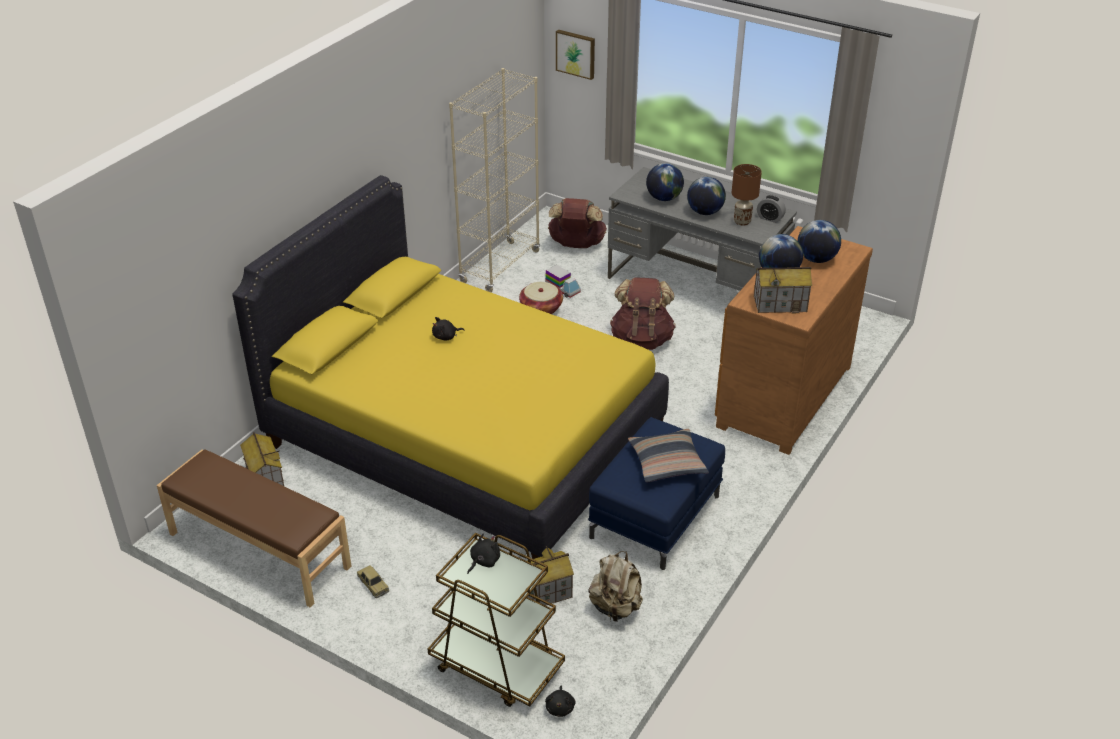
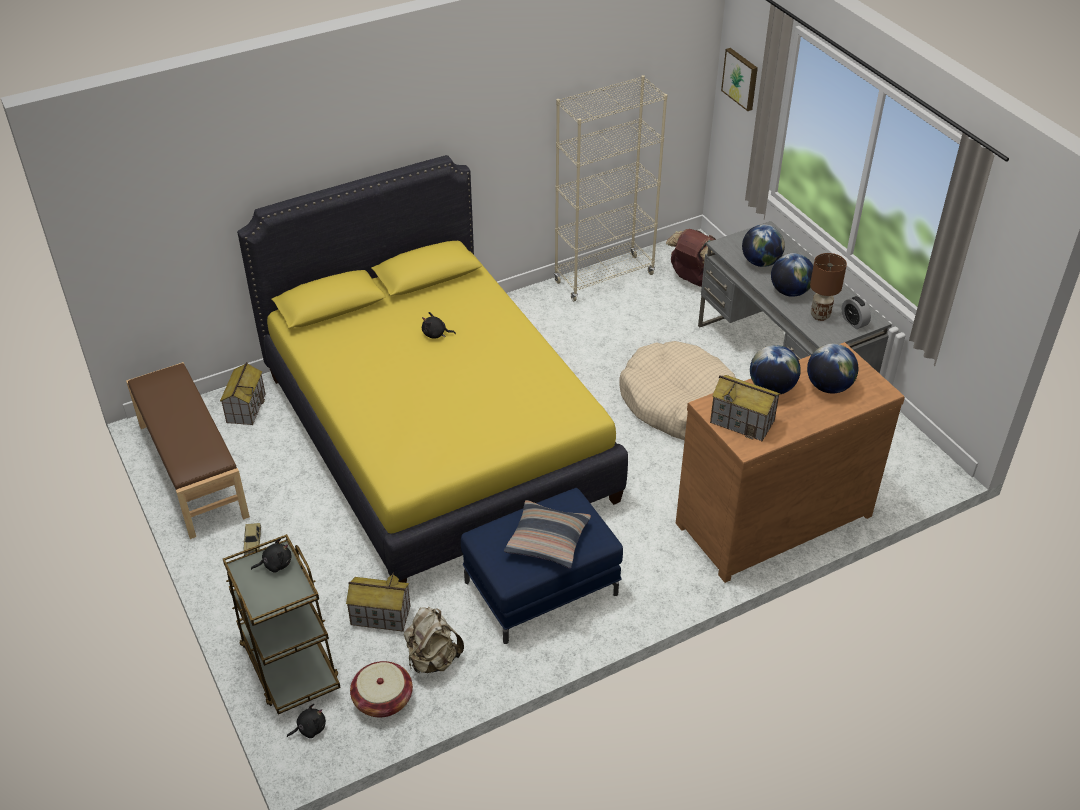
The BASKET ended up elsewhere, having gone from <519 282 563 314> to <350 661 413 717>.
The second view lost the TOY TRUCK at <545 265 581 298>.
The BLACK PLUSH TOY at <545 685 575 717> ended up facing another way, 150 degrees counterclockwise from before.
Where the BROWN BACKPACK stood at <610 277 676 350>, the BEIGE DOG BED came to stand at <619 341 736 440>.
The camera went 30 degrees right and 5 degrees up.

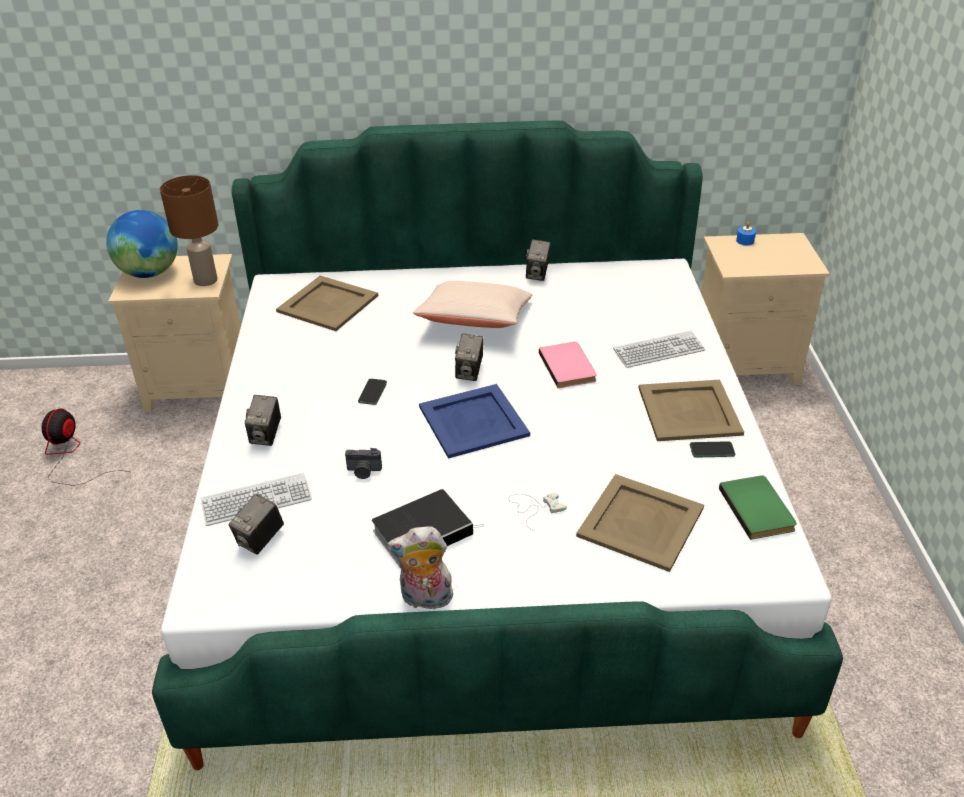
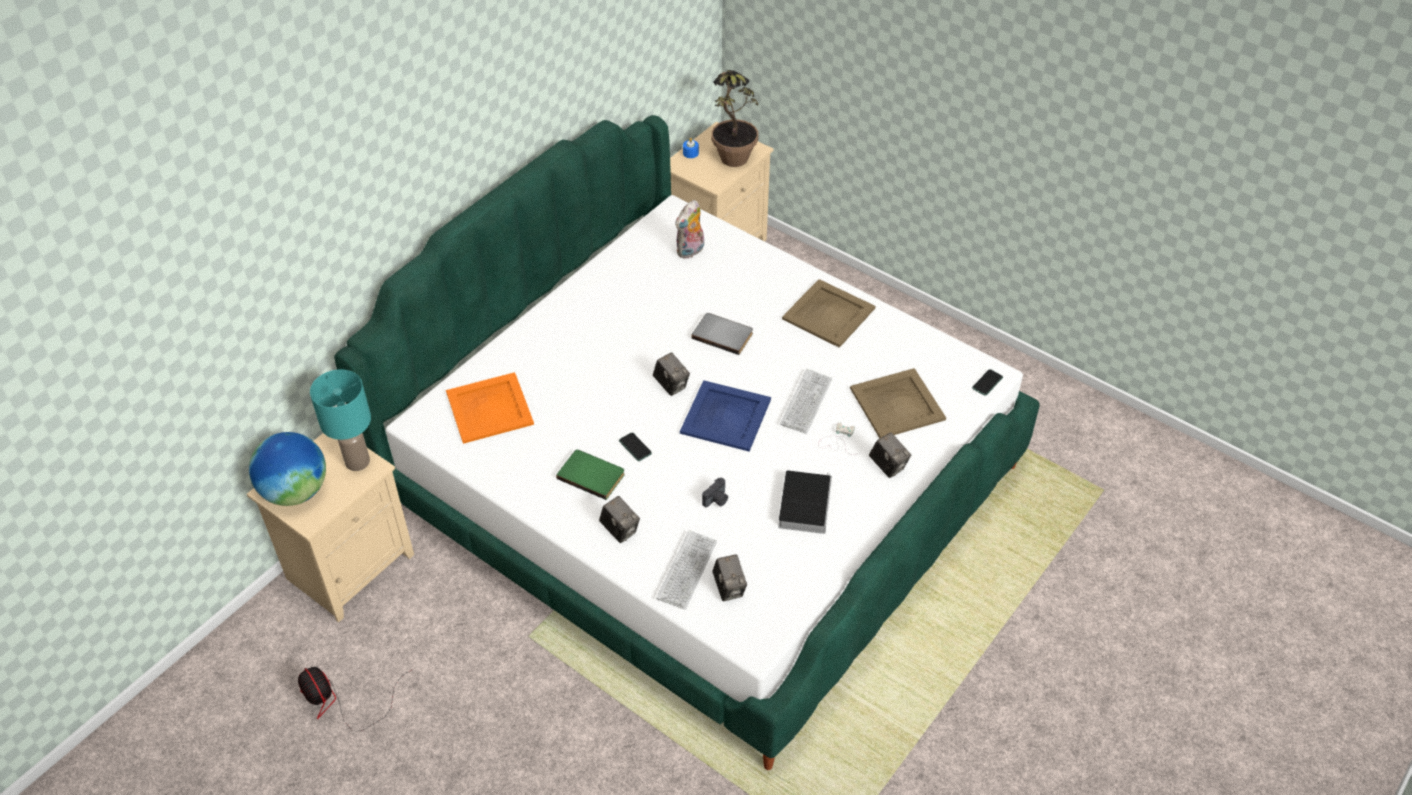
What was the BROWN TABLE LAMP at <160 175 218 286> turned into the TURQUOISE TABLE LAMP at <310 369 371 471>.
What was the BEIGE TRAY at <276 276 378 331> turned into the ORANGE TRAY at <446 372 534 444>.
The PLUSH TOY ended up elsewhere, having gone from <387 526 453 609> to <675 200 707 259>.
The second view lost the BEIGE PILLOW at <413 281 532 328>.
The PHOTO CAMERA ended up elsewhere, having gone from <526 239 551 281> to <869 432 911 478>.
What was the PINK BOOK at <539 342 597 388> turned into the GREY BOOK at <691 313 753 355>.
The KEYBOARD ended up elsewhere, having gone from <613 331 705 368> to <780 369 832 434>.
The PHONE ended up elsewhere, having gone from <690 441 735 457> to <972 369 1003 396>.
The GREEN BOOK ended up elsewhere, having gone from <719 475 797 540> to <556 450 625 500>.
The second view gained the POTTED PLANT at <712 70 758 167>.
The camera went 50 degrees left and 10 degrees up.

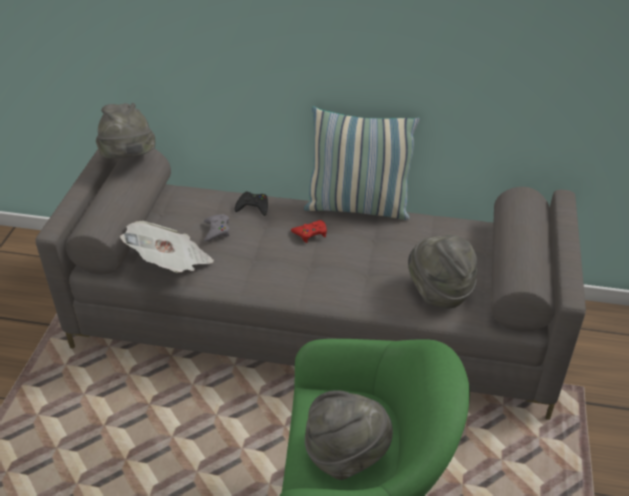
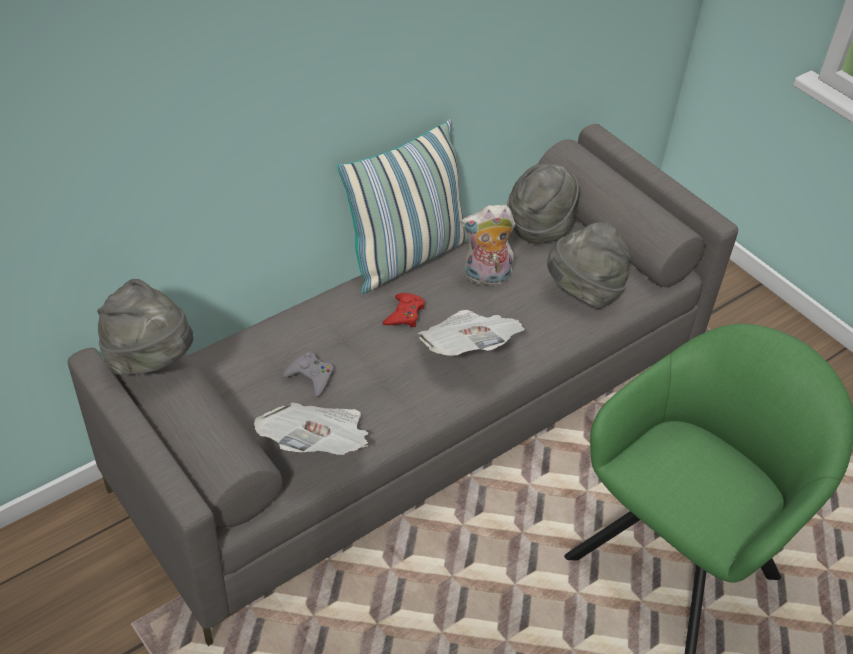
The second view lost the BLACK GAME CONTROLLER at <234 192 268 216>.
The GREY HAT ended up elsewhere, having gone from <305 390 393 480> to <507 164 579 244>.
The second view gained the NEWSPAPER at <418 310 524 356>.
The second view gained the PLUSH TOY at <460 204 516 289>.
The camera went 50 degrees left and 5 degrees up.

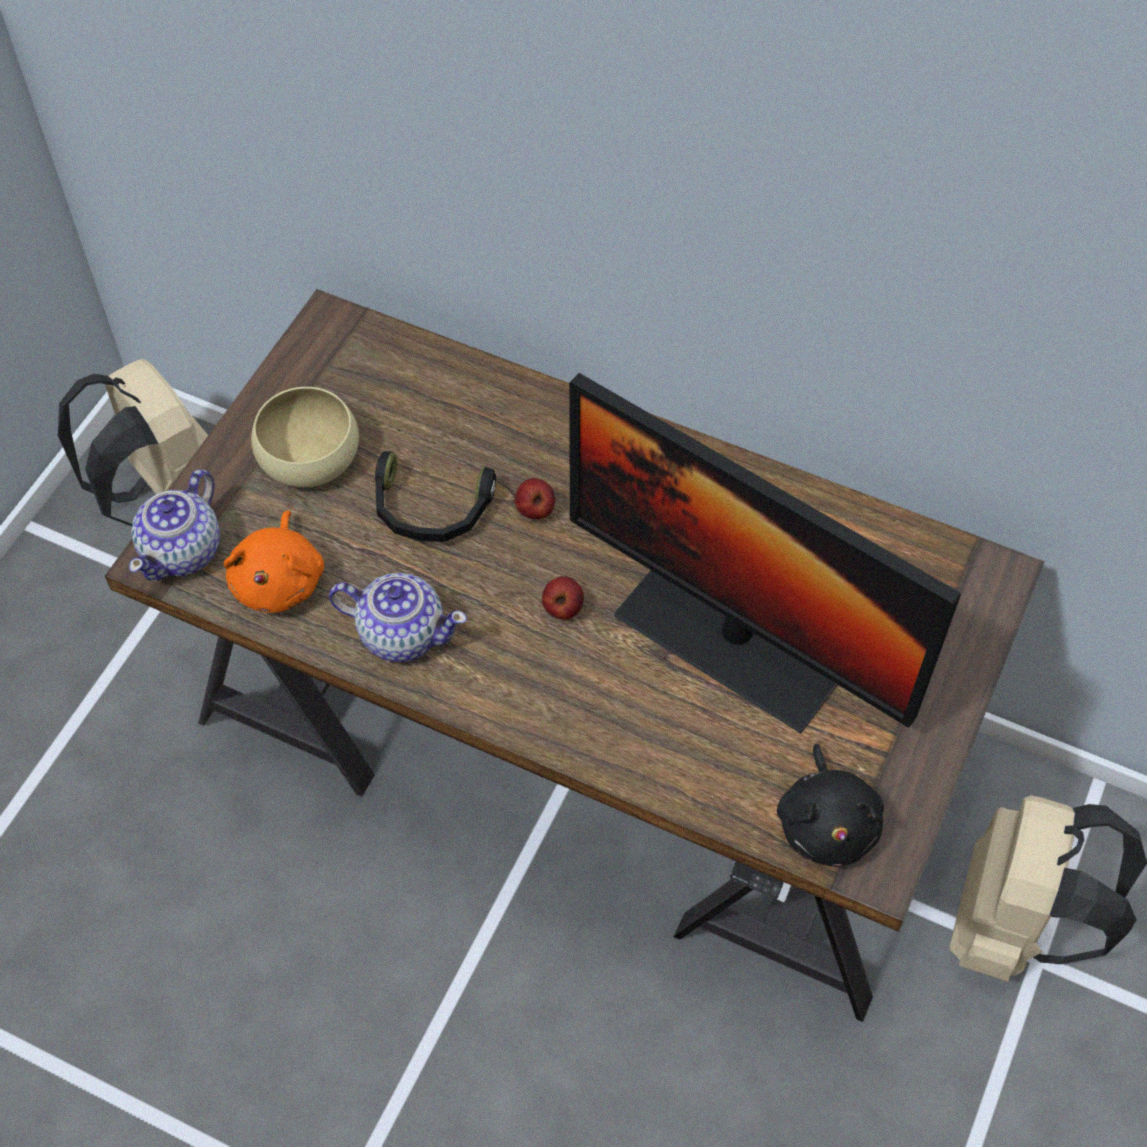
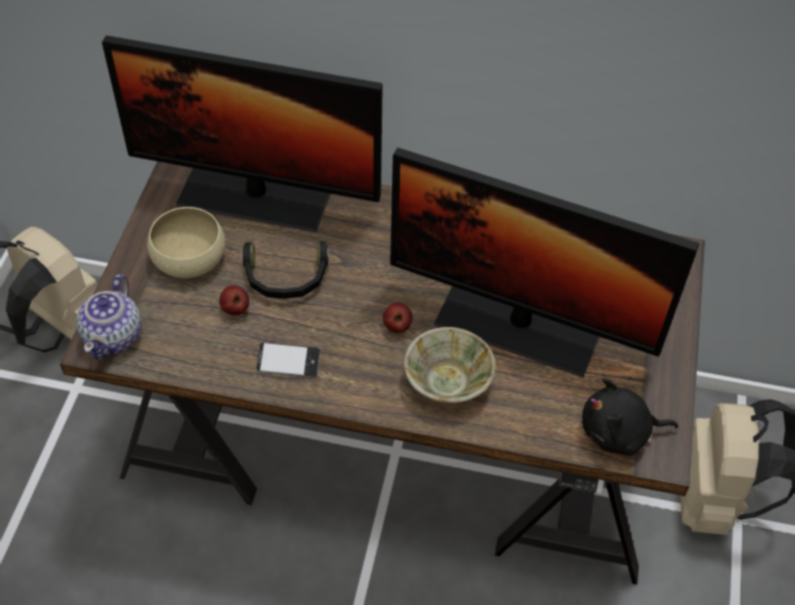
The second view lost the ORANGE PLUSH TOY at <224 510 324 613>.
Where the TEAPOT stood at <329 573 467 662>, the PHONE came to stand at <256 342 320 378>.
The APPLE ended up elsewhere, having gone from <515 478 555 519> to <219 286 249 315>.
The BLACK PLUSH TOY at <777 744 884 867> ended up facing another way, 105 degrees clockwise from before.
The second view gained the MONITOR at <102 36 383 232>.
The second view gained the BEIGE BOWL at <404 327 496 403>.
The camera went 15 degrees left and 5 degrees down.

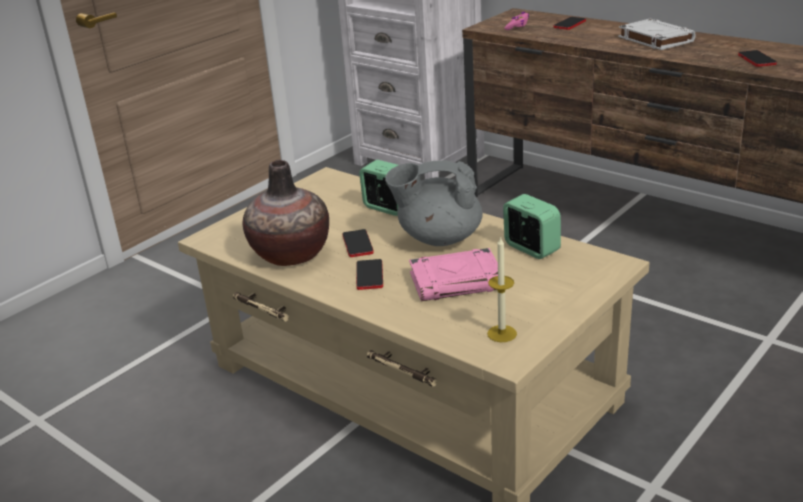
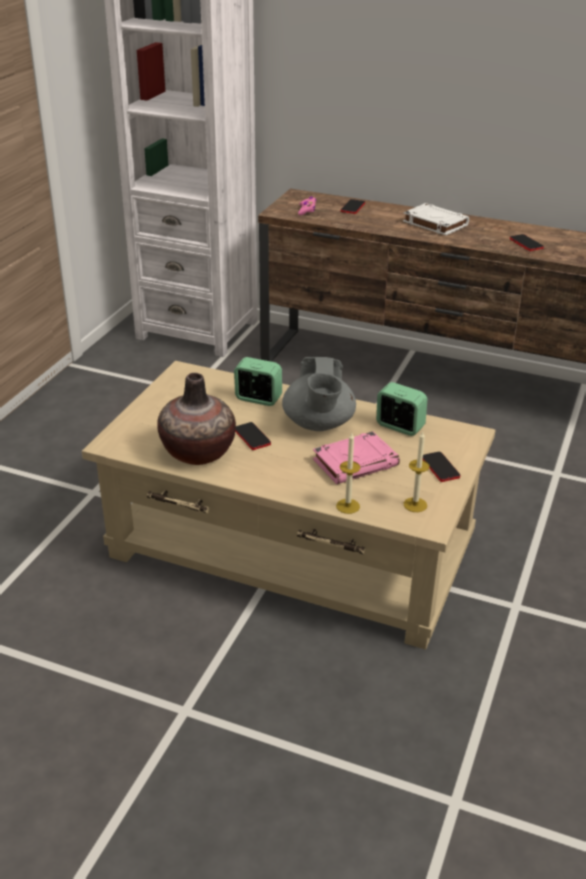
The PHONE ended up elsewhere, having gone from <356 259 383 290> to <422 452 460 482>.
The GREY TEAPOT at <385 160 483 246> ended up facing another way, 75 degrees counterclockwise from before.
The second view gained the CANDLE at <336 433 360 514>.
The camera went 20 degrees left and 5 degrees up.

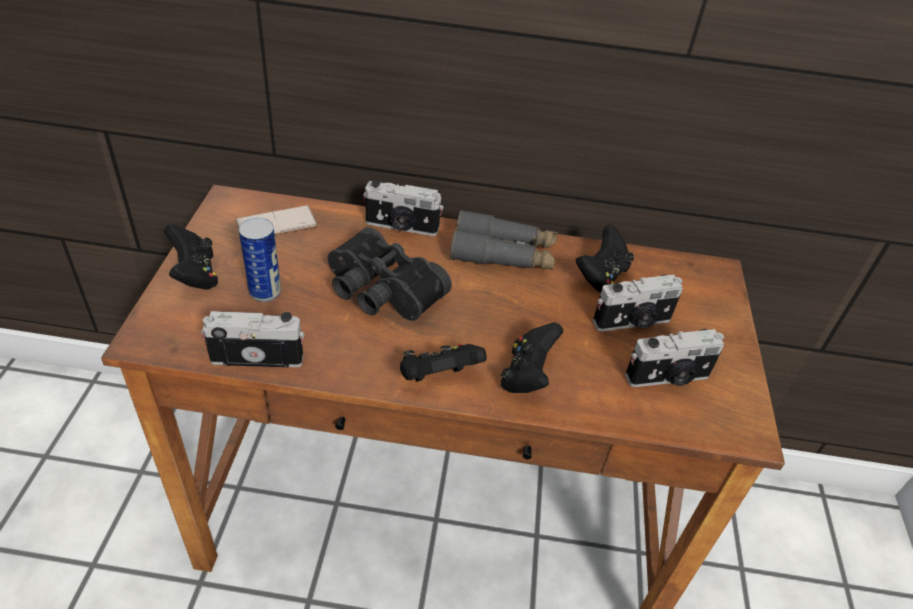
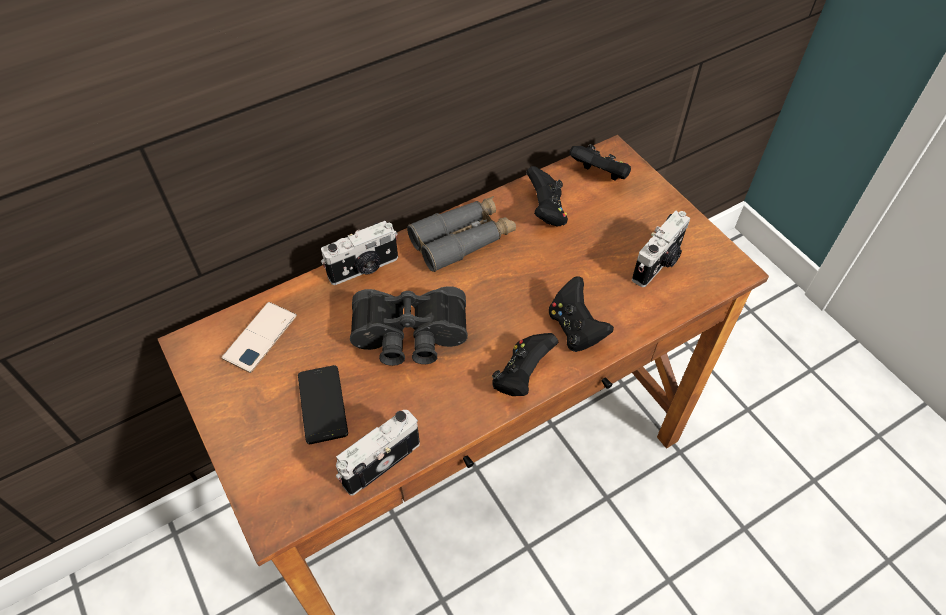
The BLACK GAME CONTROLLER ended up elsewhere, having gone from <164 224 218 290> to <569 144 631 181>.
Where the CAN stood at <239 217 281 302>, the PHONE came to stand at <298 365 348 444>.
The second view lost the PHOTO CAMERA at <593 274 683 332>.
The camera went 35 degrees left and 10 degrees up.

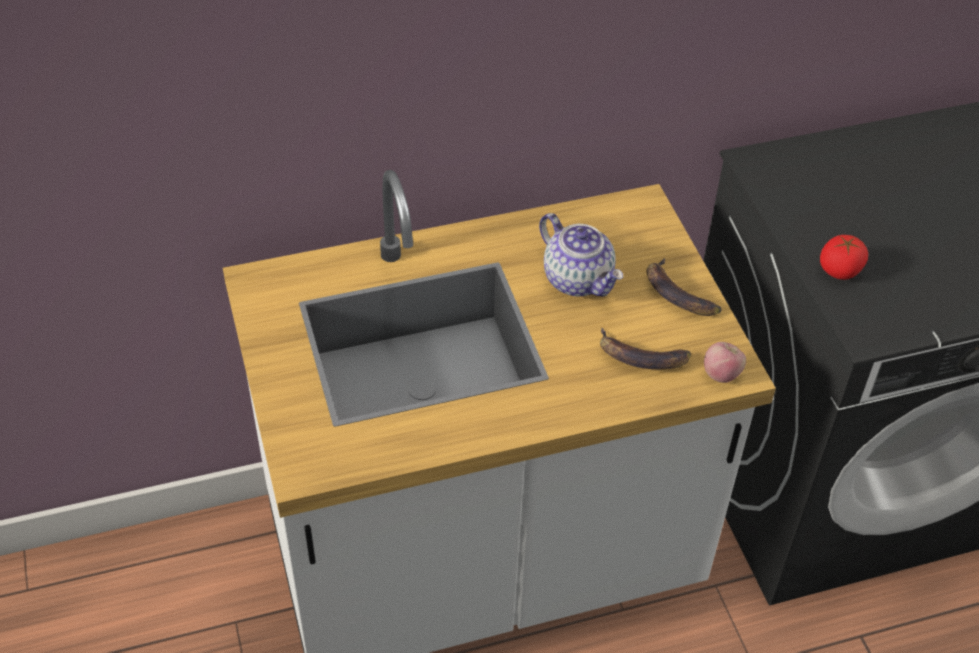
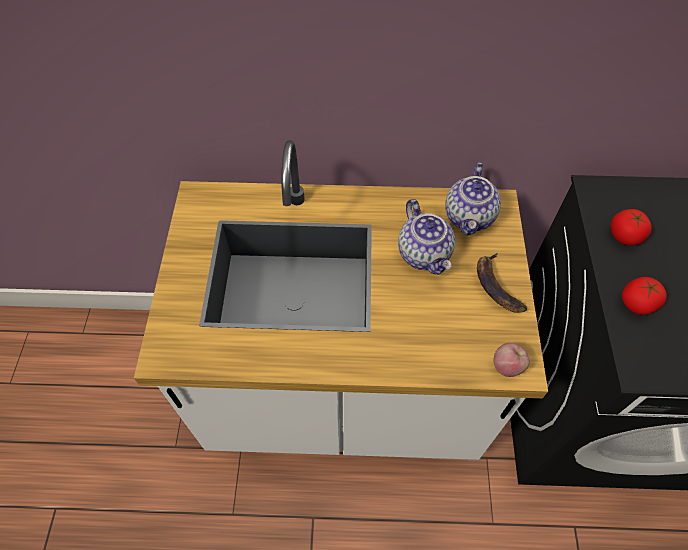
The second view lost the BANANA at <600 328 691 369>.
The second view gained the TEAPOT at <445 162 501 235>.
The second view gained the TOMATO at <611 209 652 246>.
The camera went 20 degrees right and 10 degrees up.

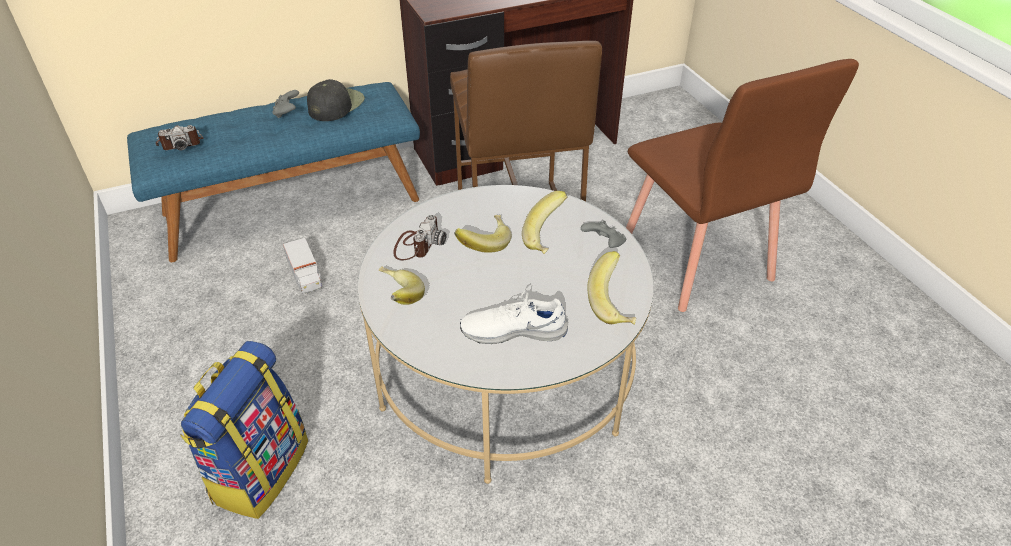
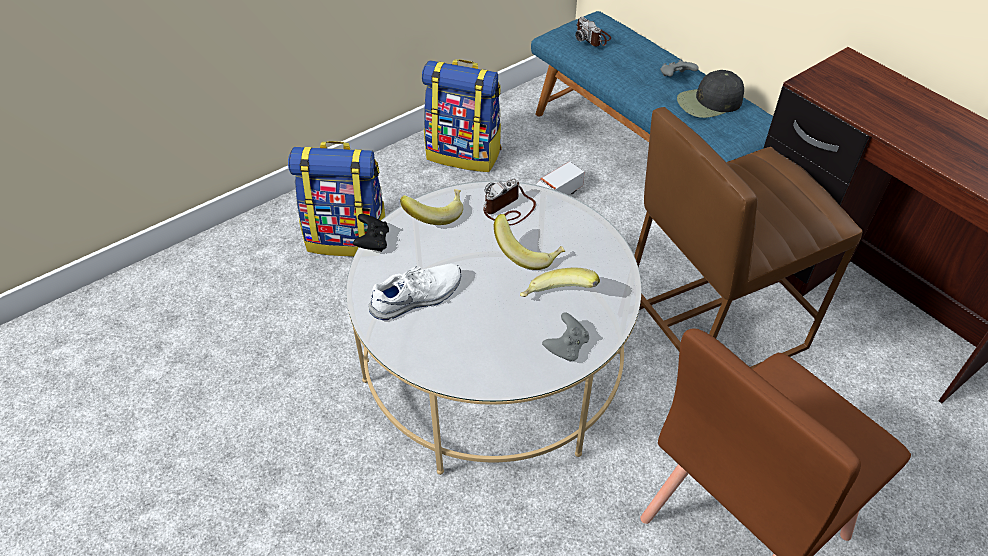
The BLACK CAP at <307 79 365 121> ended up facing another way, 150 degrees clockwise from before.
The PHOTO CAMERA at <393 215 447 260> ended up facing another way, 135 degrees clockwise from before.
The WHITE SHOE at <460 291 568 344> ended up facing another way, 75 degrees clockwise from before.
The second view lost the BANANA at <587 251 636 325>.
The second view gained the BLACK GAME CONTROLLER at <353 214 389 252>.
The second view gained the BACKPACK at <422 59 502 172>.
The camera went 75 degrees right and 5 degrees up.

